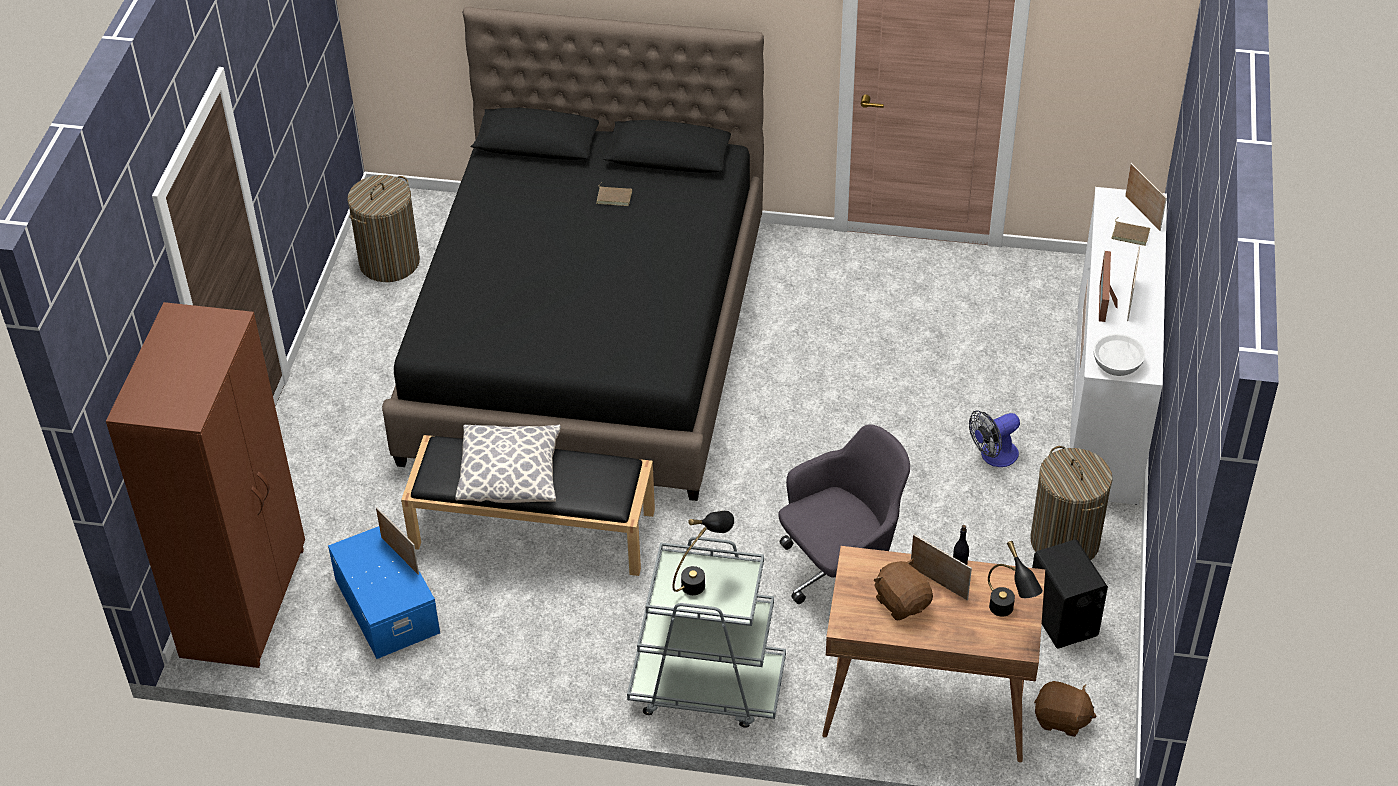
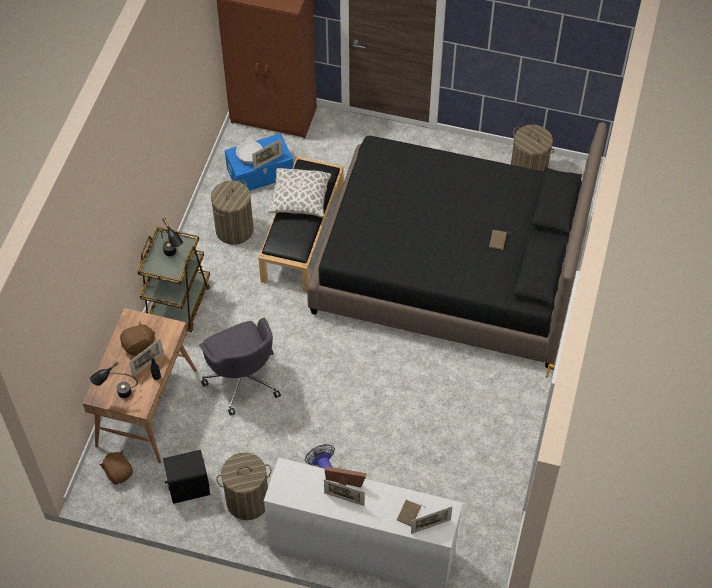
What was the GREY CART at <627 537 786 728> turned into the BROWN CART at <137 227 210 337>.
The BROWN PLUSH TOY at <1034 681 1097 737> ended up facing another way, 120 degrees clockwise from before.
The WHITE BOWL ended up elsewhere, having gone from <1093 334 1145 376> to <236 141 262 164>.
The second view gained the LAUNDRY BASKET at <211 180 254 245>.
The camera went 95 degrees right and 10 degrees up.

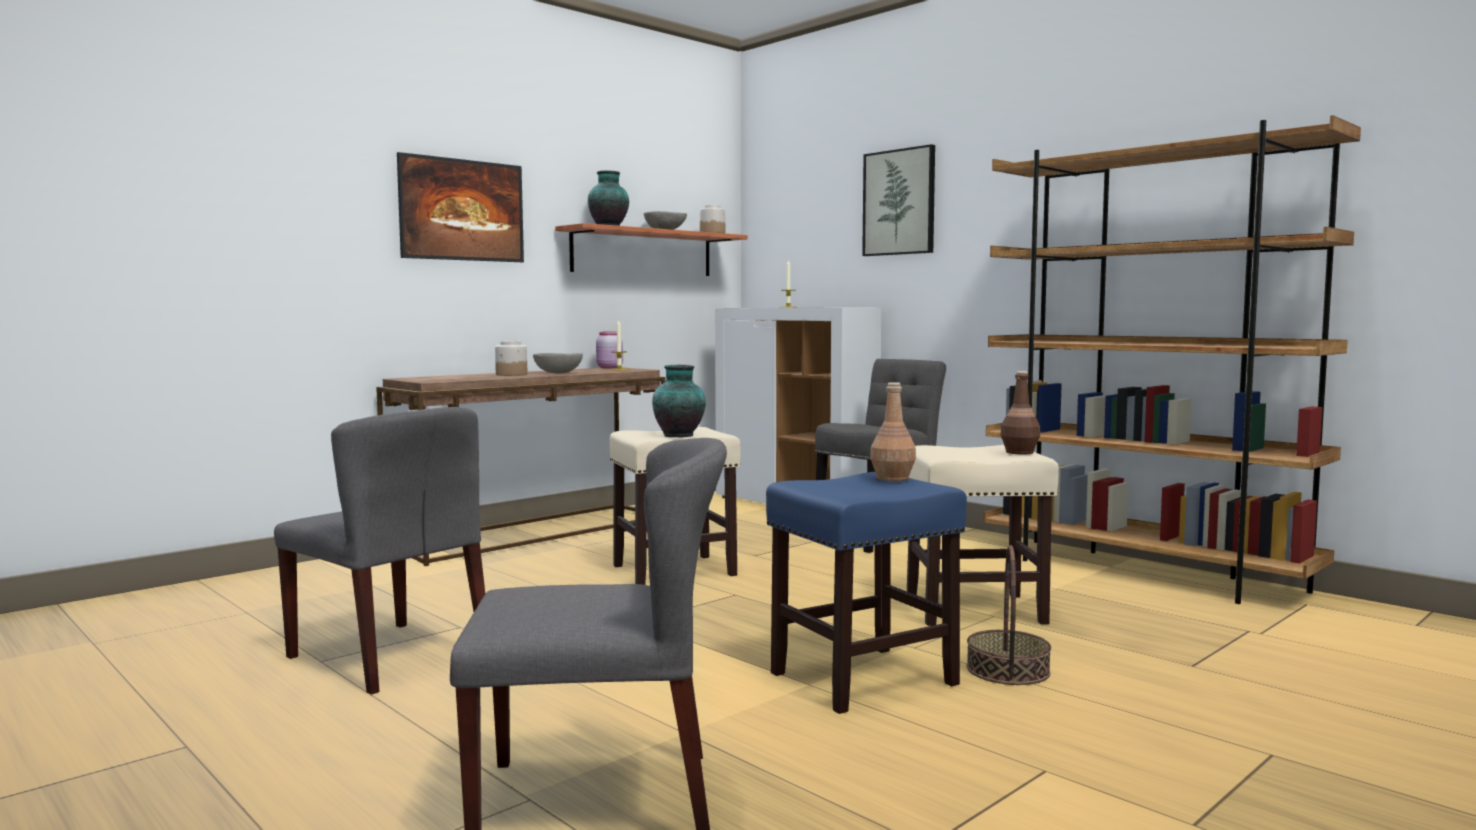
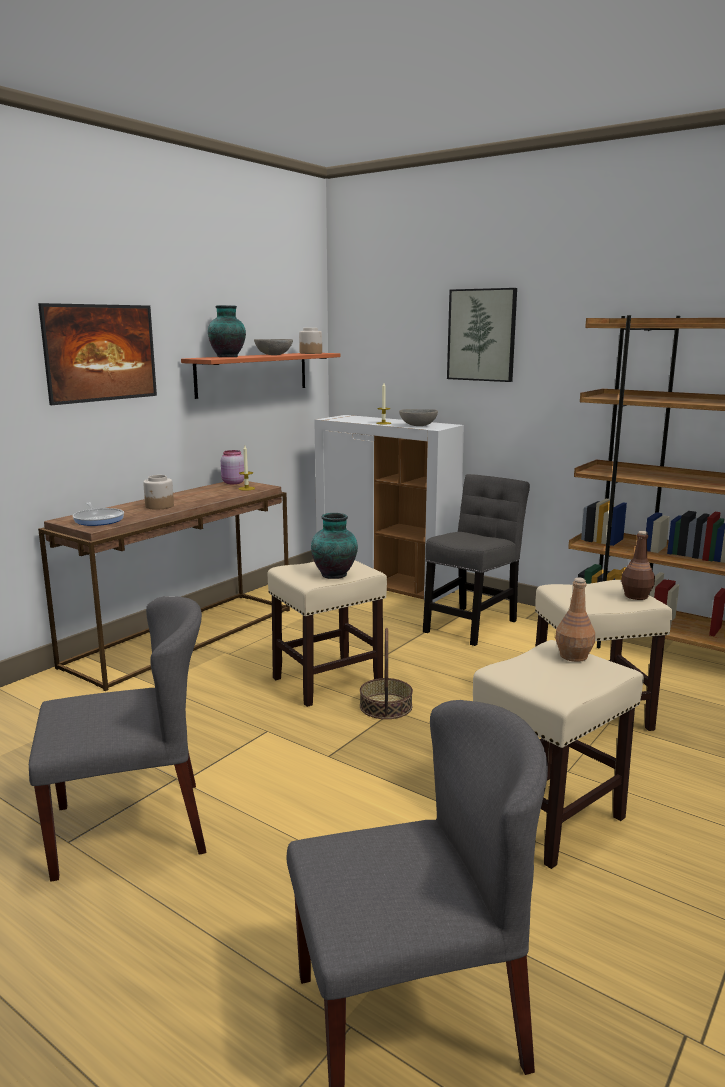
The GREY CHAIR at <274 407 485 695> ended up facing another way, 45 degrees counterclockwise from before.
The GREY BOWL ended up elsewhere, having gone from <533 353 583 374> to <399 409 438 426>.
What was the BLUE STOOL at <766 472 967 714> turned into the BEIGE STOOL at <473 640 644 869>.
The BASKET ended up elsewhere, having gone from <967 545 1051 685> to <360 628 413 719>.
The second view gained the FRYING PAN at <72 502 124 526>.
The camera went 10 degrees left and 10 degrees up.

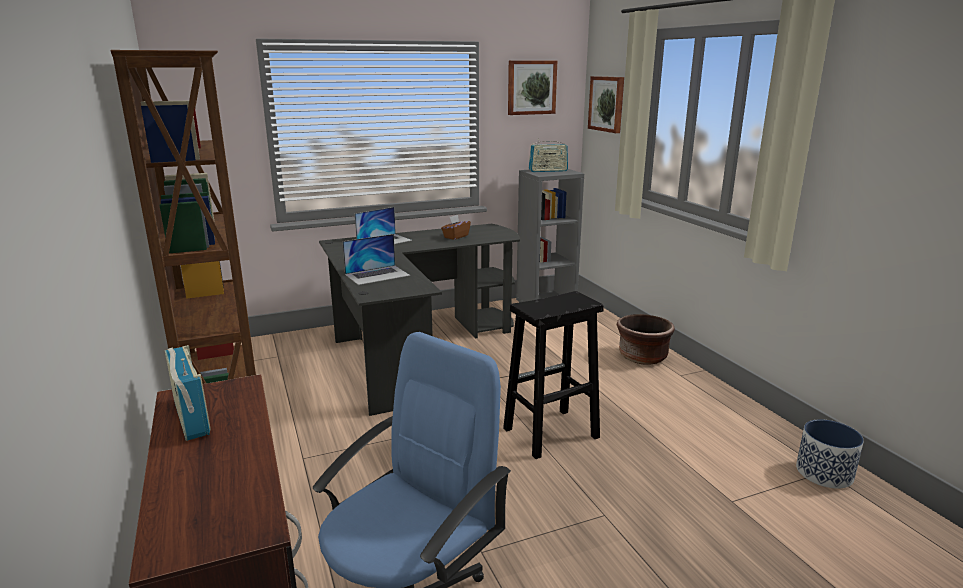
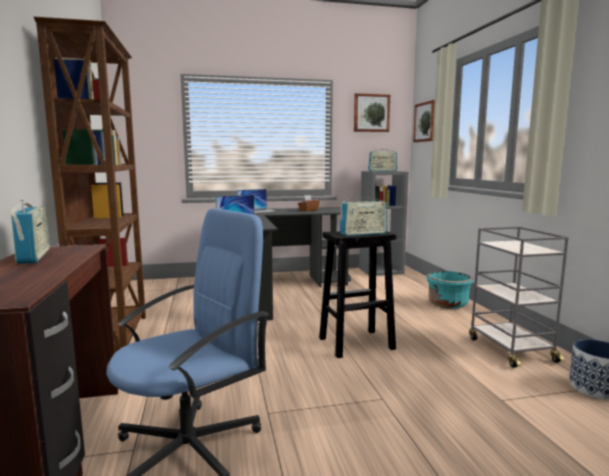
What was the BROWN PLANTER at <617 314 675 365> turned into the TURQUOISE PLANTER at <426 271 473 309>.
The second view gained the RADIO at <339 194 387 236>.
The second view gained the GREY CART at <469 227 569 368>.
The camera went 10 degrees right and 10 degrees down.

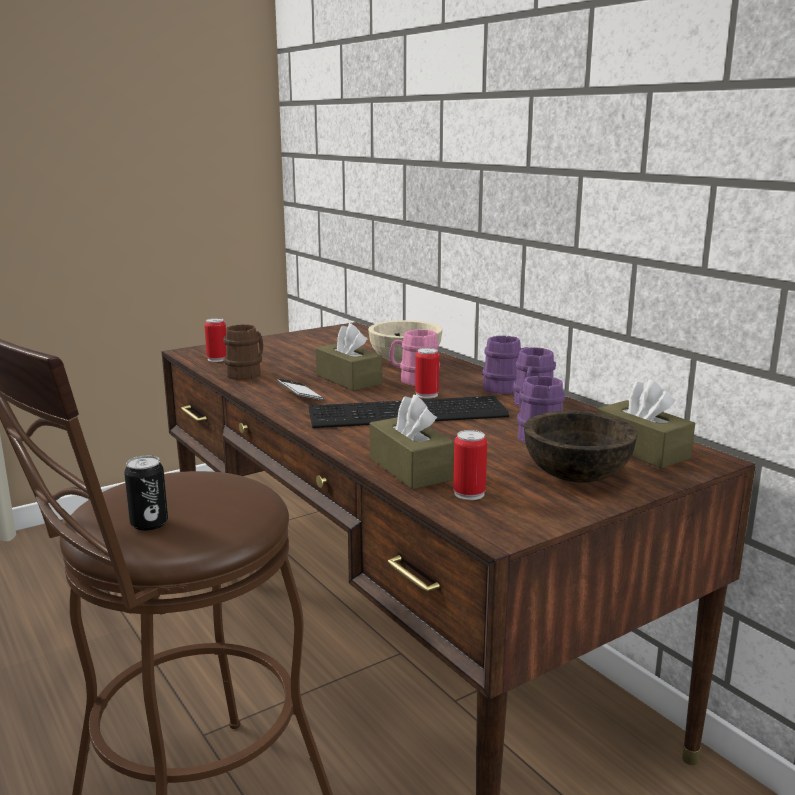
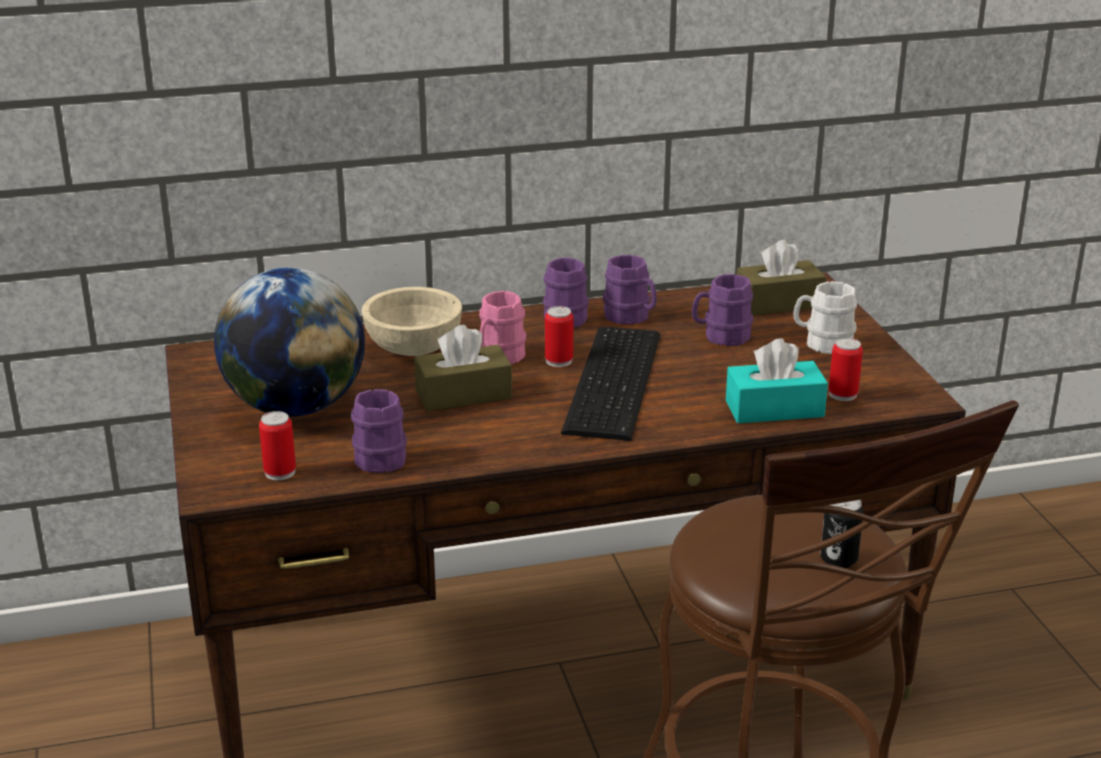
What was the BROWN MUG at <223 324 263 380> turned into the PURPLE MUG at <351 389 407 473>.
The second view lost the PHONE at <277 379 324 401>.
What was the BROWN TISSUE BOX at <370 395 454 490> turned into the TURQUOISE TISSUE BOX at <726 338 828 423>.
Where the BROWN BOWL stood at <524 411 637 483>, the WHITE MUG came to stand at <793 281 857 354>.
The second view gained the GLOBE at <214 267 365 417>.
The camera went 70 degrees left and 10 degrees up.

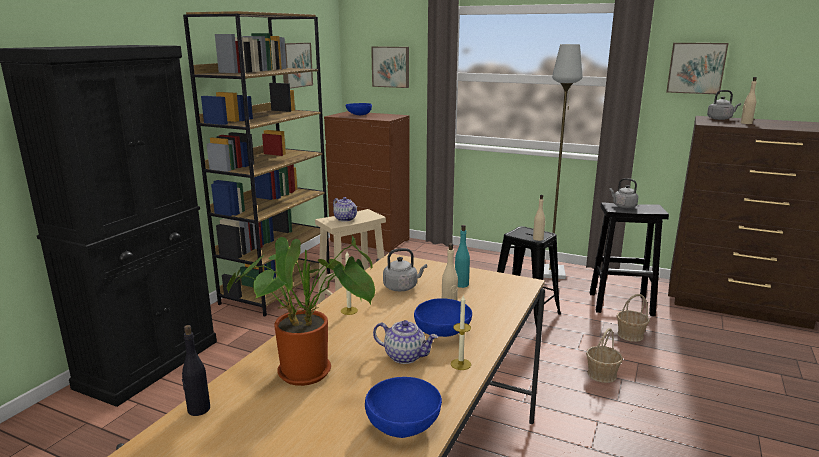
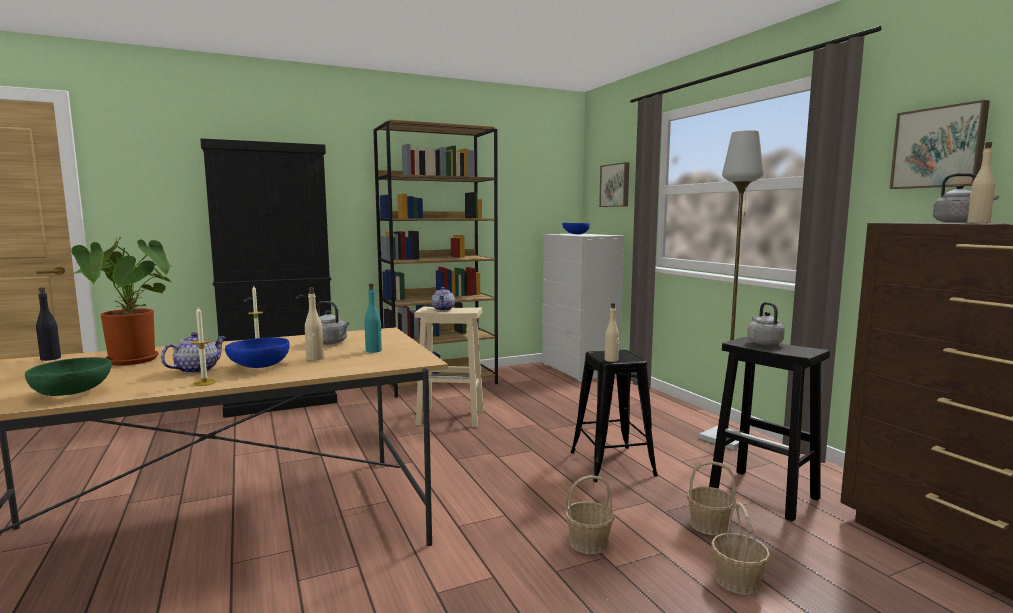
The second view lost the PICTURE at <283 43 313 89>.
What was the BROWN DRESSER at <324 111 410 252> turned into the WHITE DRESSER at <542 234 624 382>.
What was the BLUE BOWL at <365 377 442 438> turned into the GREEN BOWL at <25 357 112 396>.
The TEAPOT at <373 320 438 364> ended up facing another way, 120 degrees counterclockwise from before.
The second view gained the BASKET at <711 502 770 595>.
The camera went 40 degrees right and 10 degrees down.

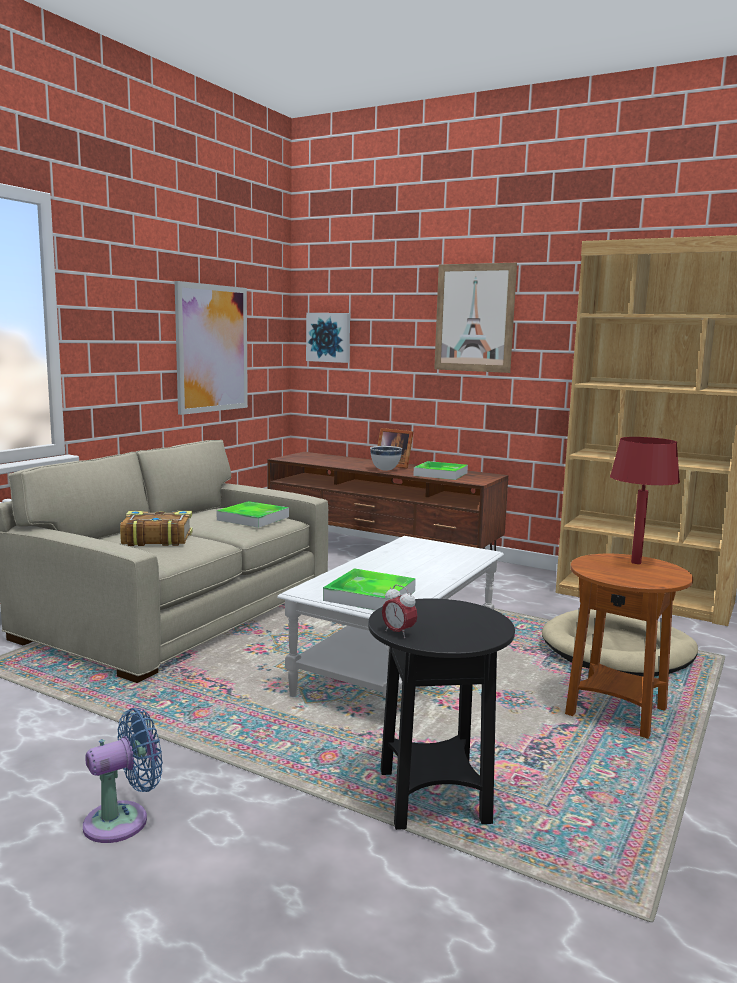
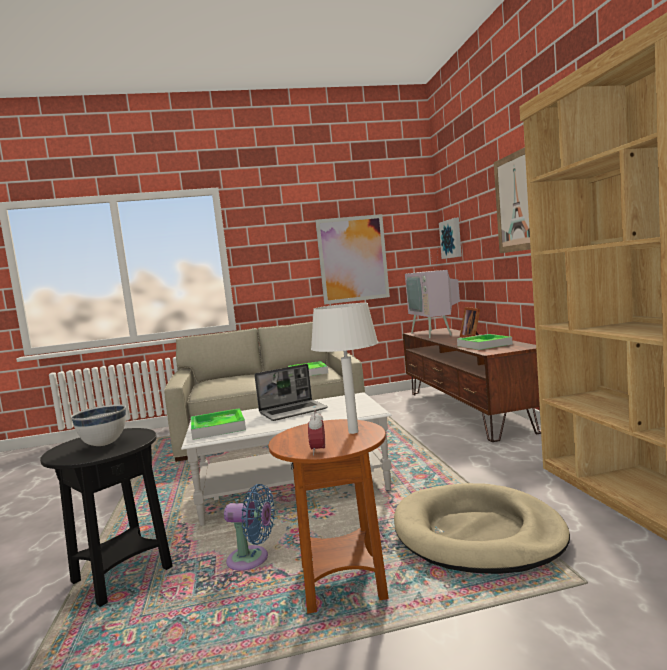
The BLUE FAN ended up elsewhere, having gone from <83 708 163 843> to <224 484 275 571>.
The second view lost the BOOK at <120 511 193 546>.
The WHITE BOWL ended up elsewhere, having gone from <370 446 402 471> to <71 404 126 446>.
The ALARM CLOCK ended up elsewhere, having gone from <382 584 417 638> to <308 410 325 456>.
What was the RED TABLE LAMP at <610 437 680 564> turned into the WHITE TABLE LAMP at <311 303 378 434>.
The second view gained the LAPTOP at <254 364 328 421>.
The second view gained the TELEVISION at <405 247 460 338>.
The camera went 50 degrees right and 5 degrees down.

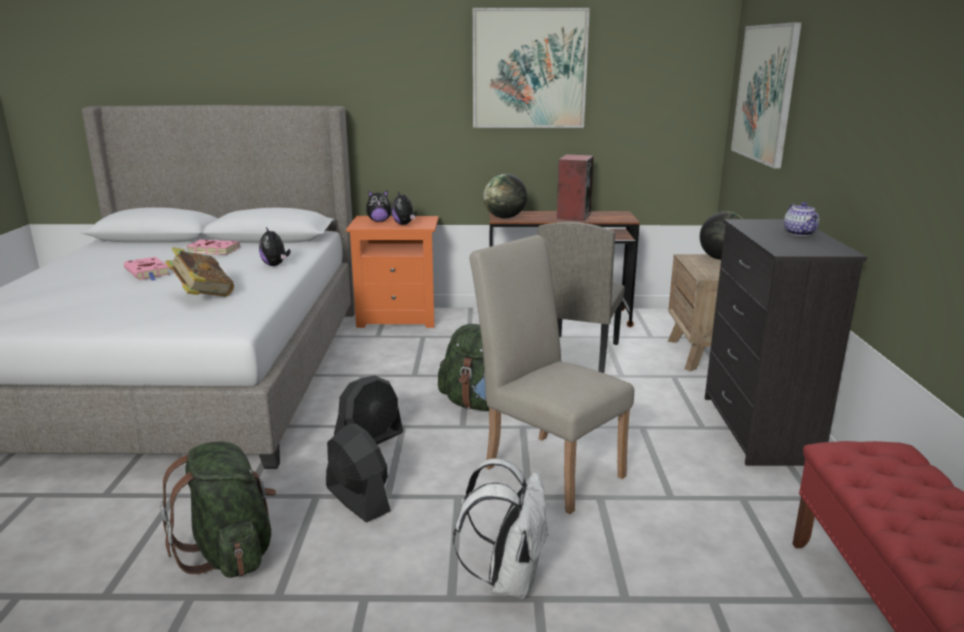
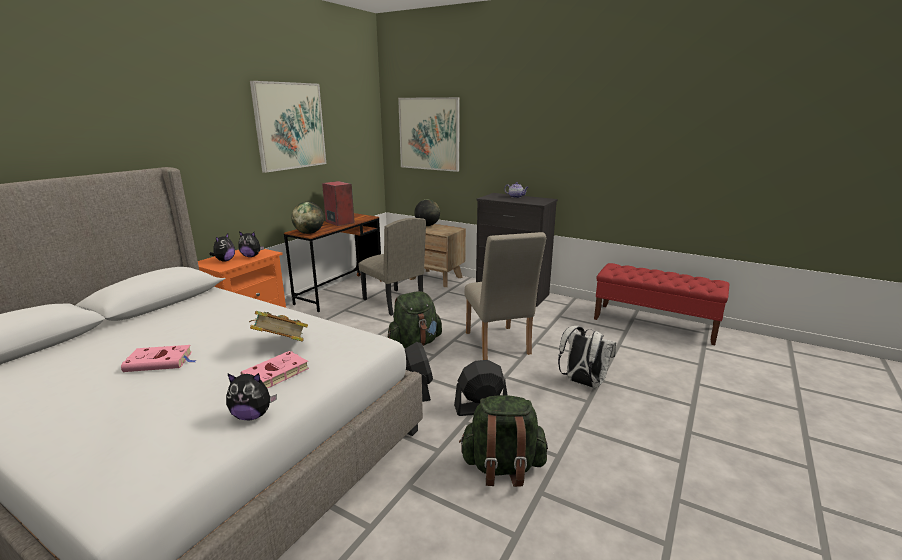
The PINK BOOK ended up elsewhere, having gone from <186 240 240 255> to <241 351 309 389>.
The PLUSH TOY ended up elsewhere, having gone from <259 227 291 266> to <226 373 277 420>.
The BEIGE CHAIR at <469 235 634 514> ended up facing another way, 90 degrees counterclockwise from before.
The camera went 60 degrees left and 0 degrees up.

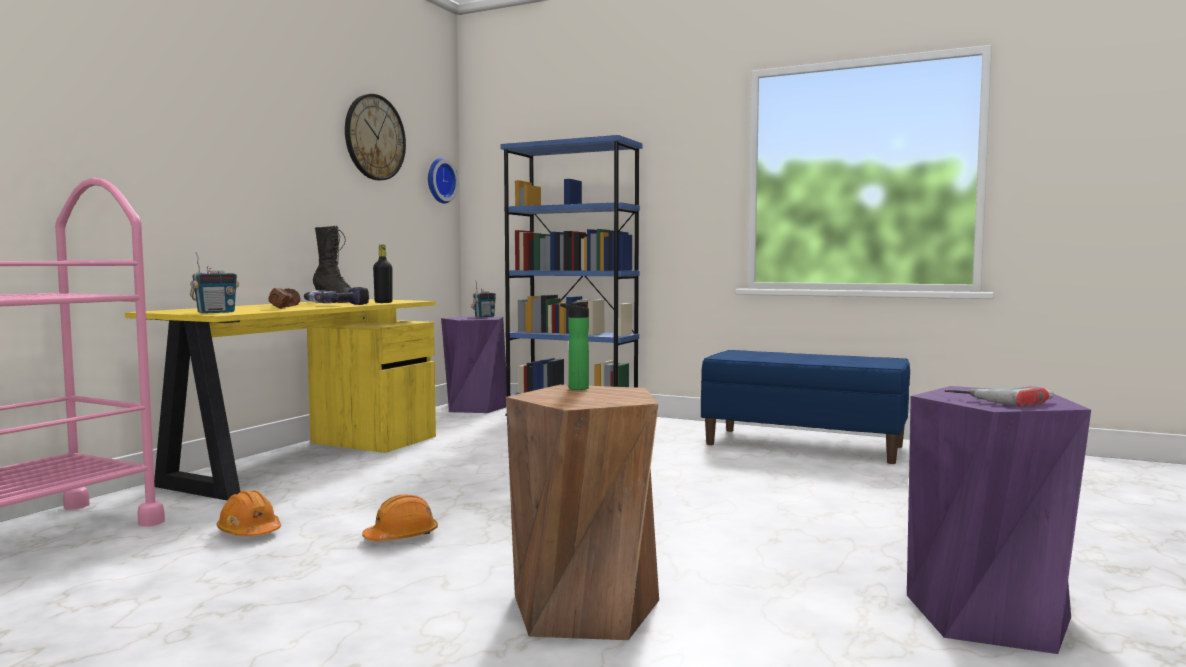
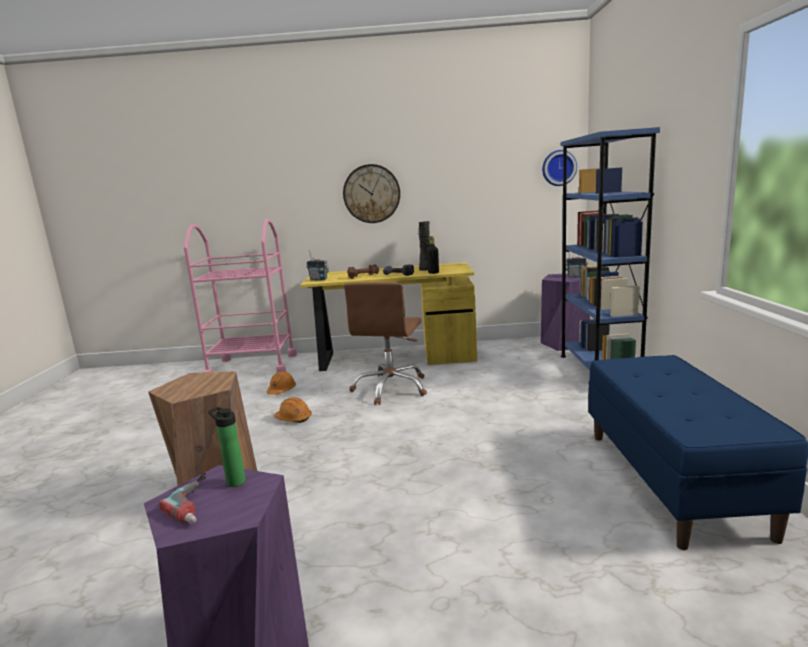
The WALL CLOCK ended up elsewhere, having gone from <345 94 406 180> to <343 164 400 223>.
The BOTTLE ended up elsewhere, having gone from <560 301 589 390> to <208 407 246 487>.
The second view gained the BROWN OFFICE CHAIR at <344 282 427 405>.
The camera went 65 degrees right and 10 degrees up.

